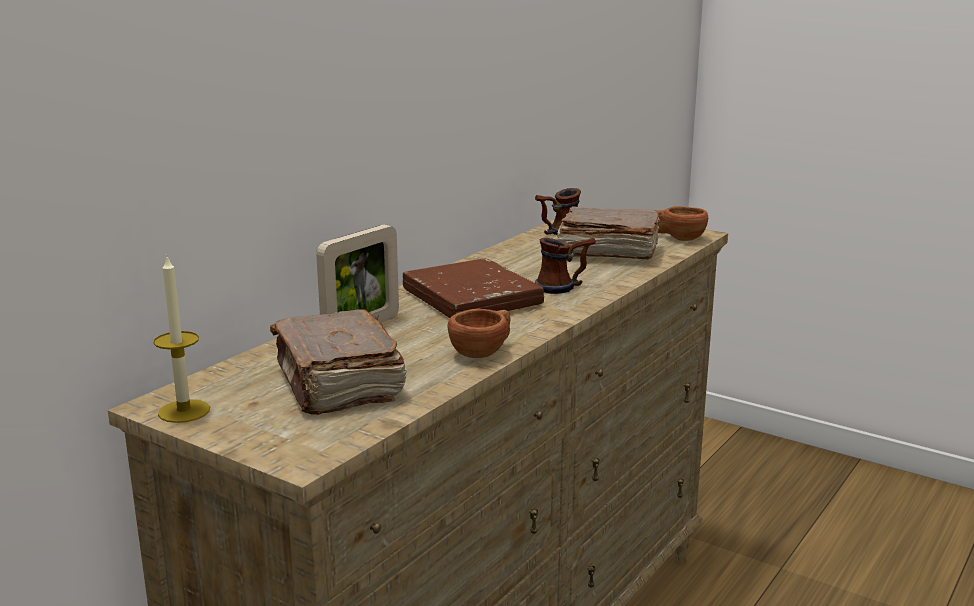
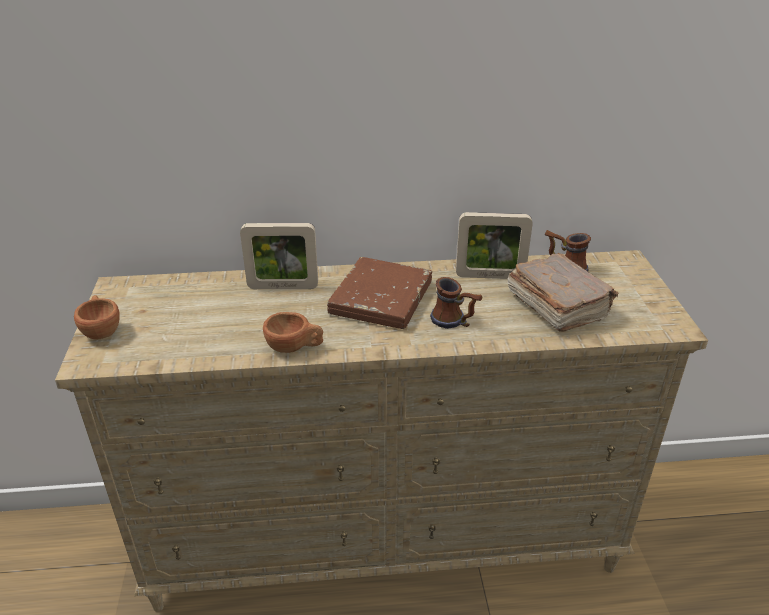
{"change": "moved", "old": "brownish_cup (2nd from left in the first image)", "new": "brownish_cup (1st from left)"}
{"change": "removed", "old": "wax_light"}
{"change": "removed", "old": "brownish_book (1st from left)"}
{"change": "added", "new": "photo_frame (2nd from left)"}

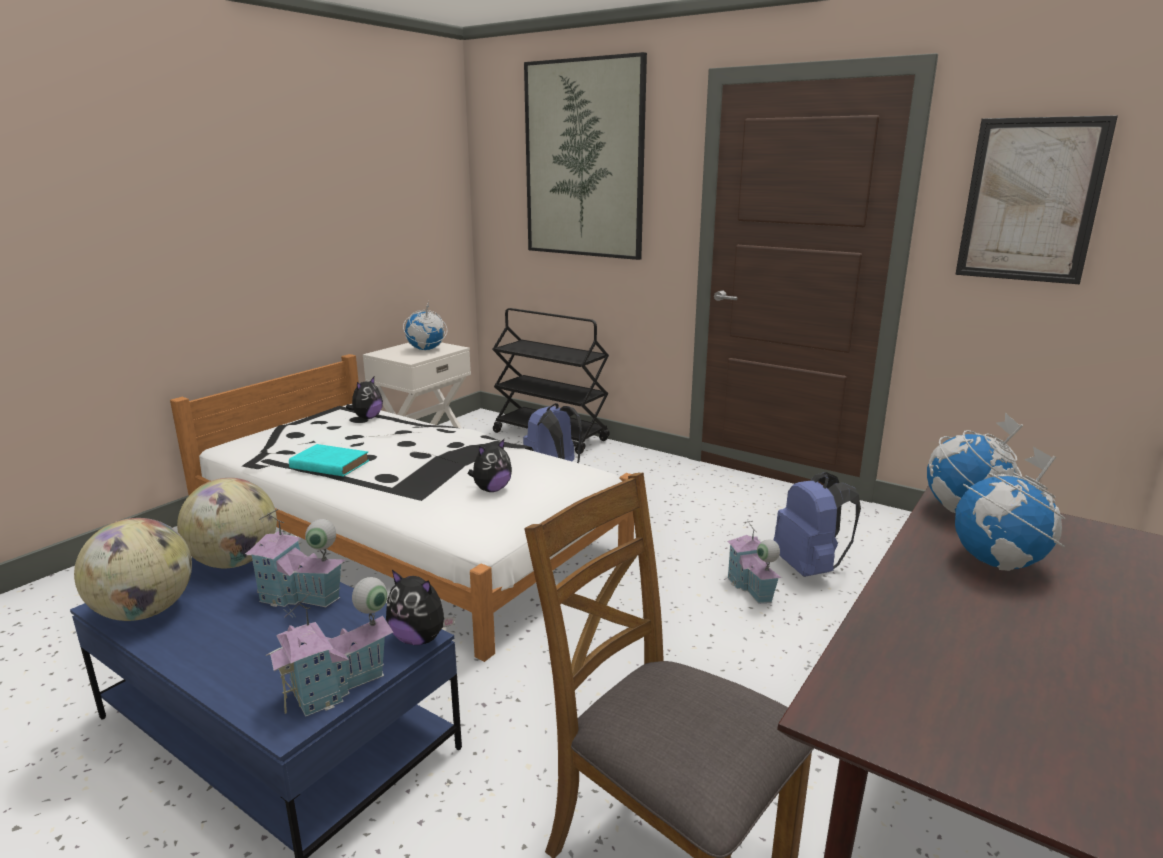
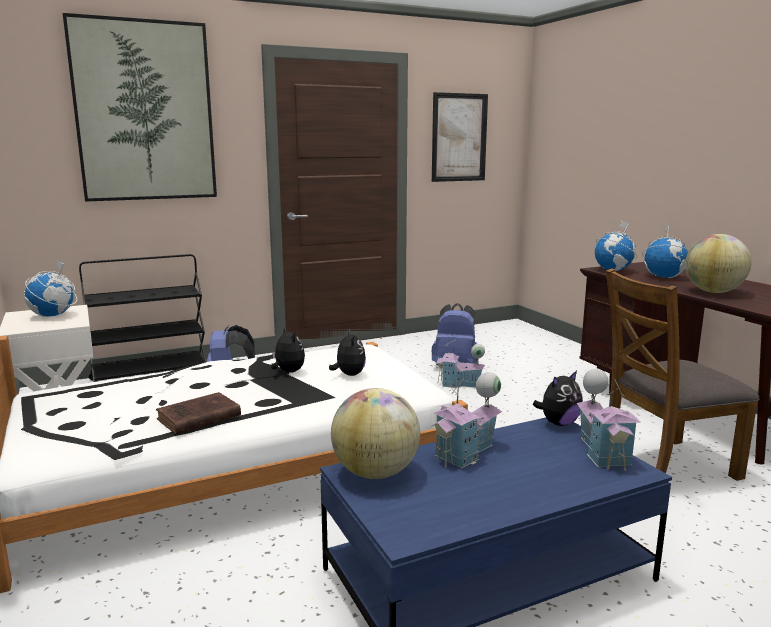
{"change": "moved", "old": "cuddly_toy (1st from left)"}
{"change": "recoloured", "old": "turquoise_book", "new": "brownish_book"}
{"change": "moved", "old": "globe (1st from left in the first image)", "new": "globe (5th from left)"}

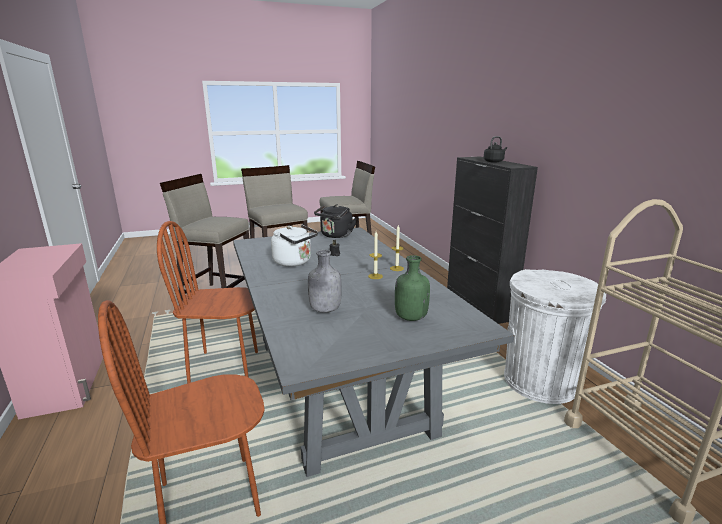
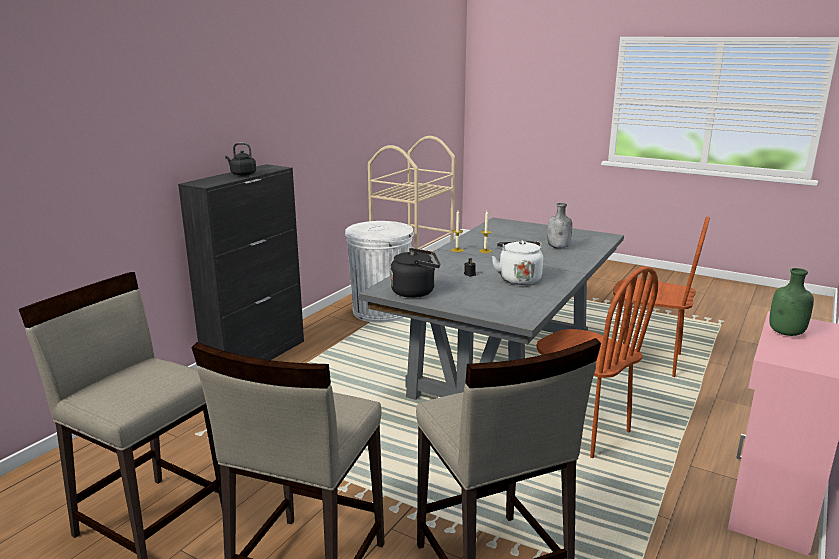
{"change": "moved", "old": "green-coloured_bottle"}

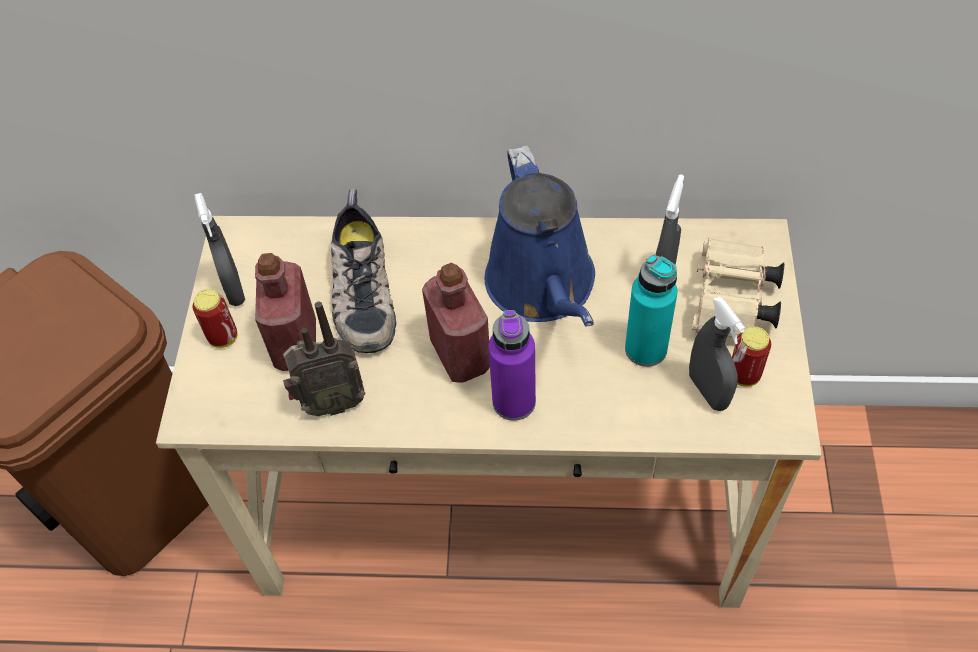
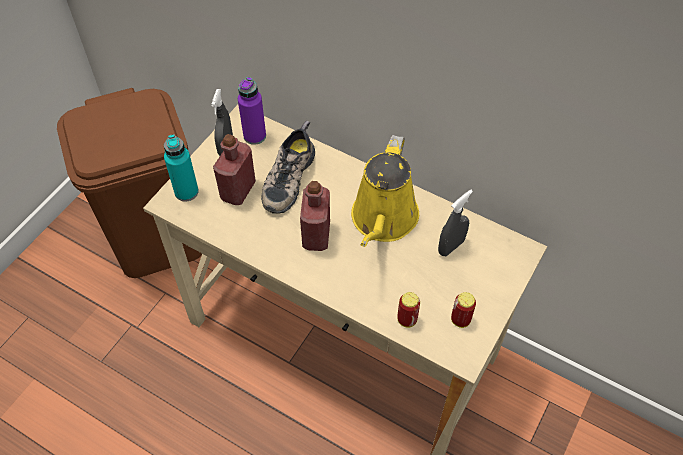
{"change": "recoloured", "old": "bluish_sprinkling_can", "new": "yellow-coloured_sprinkling_can"}
{"change": "removed", "old": "beige_binoculars"}
{"change": "moved", "old": "turquoise_bottle"}
{"change": "moved", "old": "sealed_can (1st from left)"}
{"change": "removed", "old": "gray_sprayer (3rd from left)"}
{"change": "removed", "old": "radio"}
{"change": "moved", "old": "purplish_bottle"}

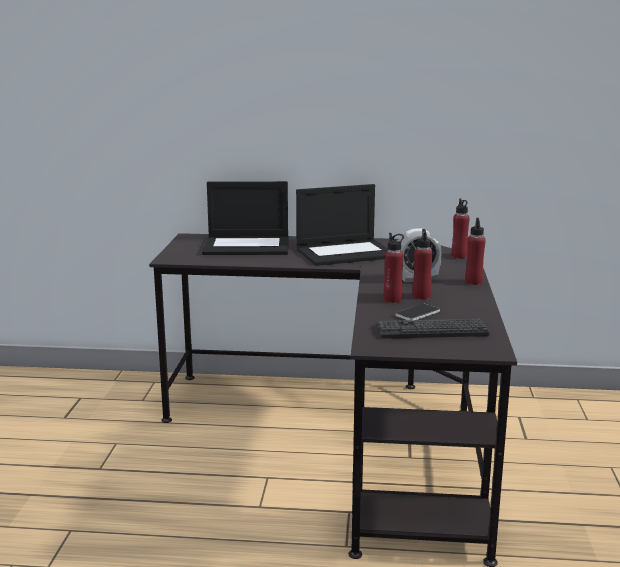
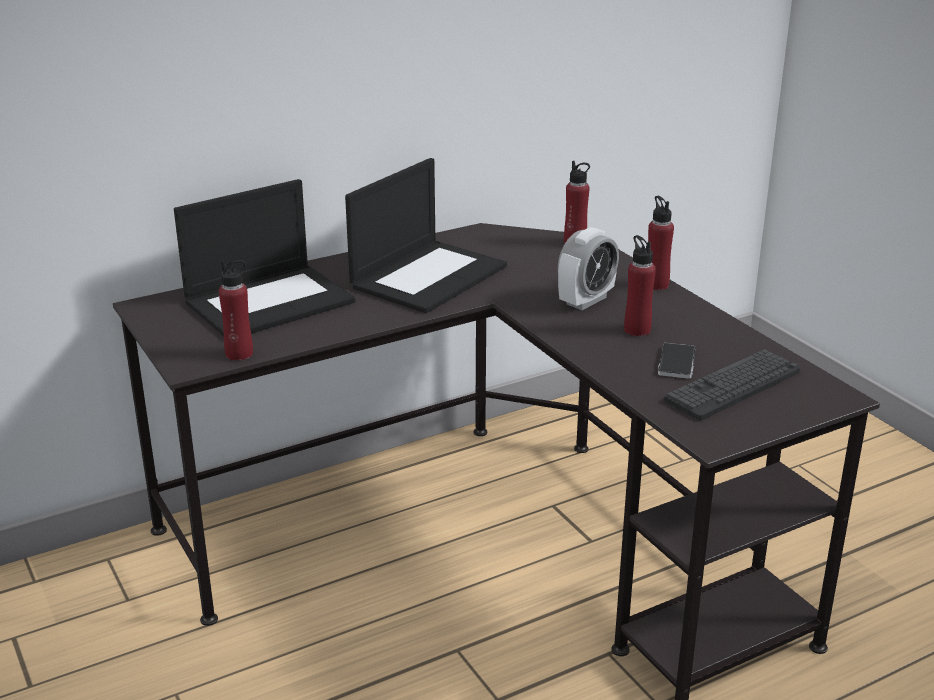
{"change": "moved", "old": "red_bottle (1st from left)"}

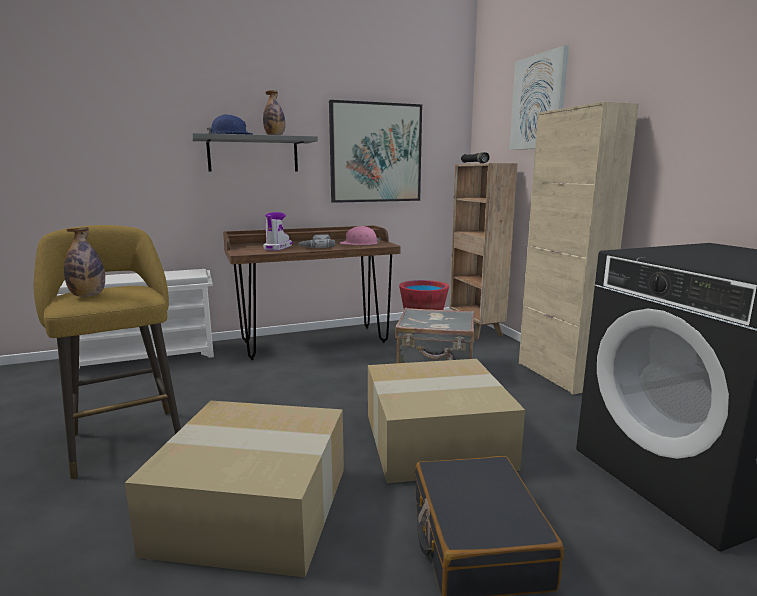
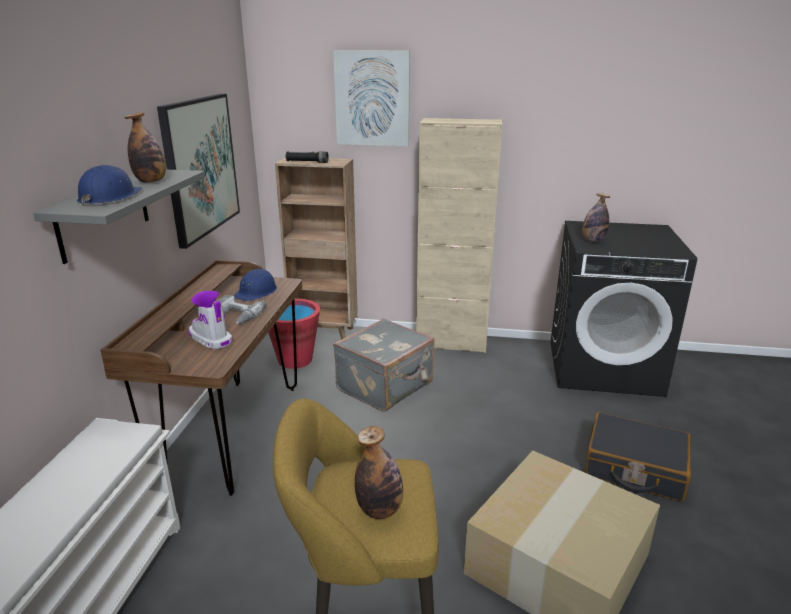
{"change": "recoloured", "old": "pinkish_work_helmet", "new": "bluish_work_helmet (2nd from left)"}
{"change": "removed", "old": "carton (2nd from left)"}
{"change": "added", "new": "bottle (3rd from left)"}

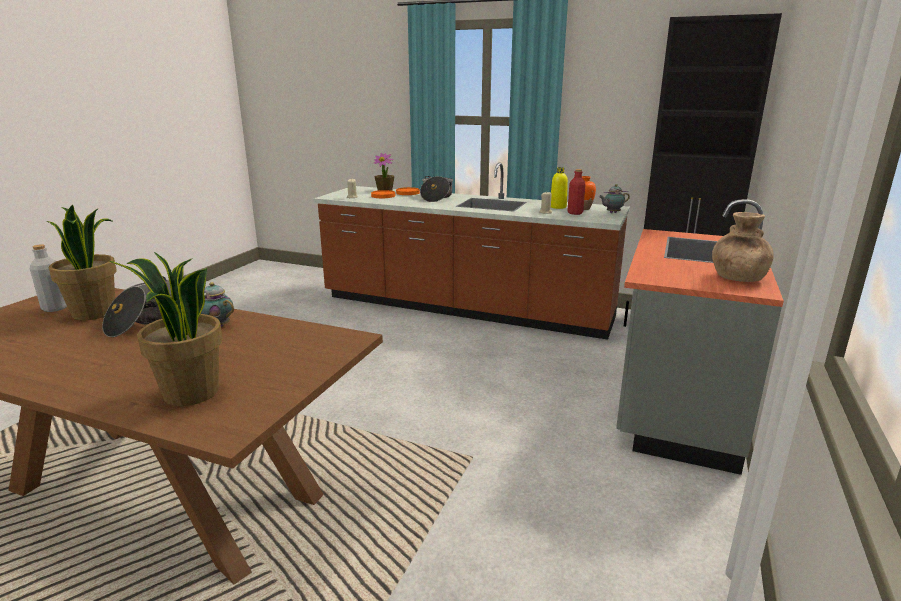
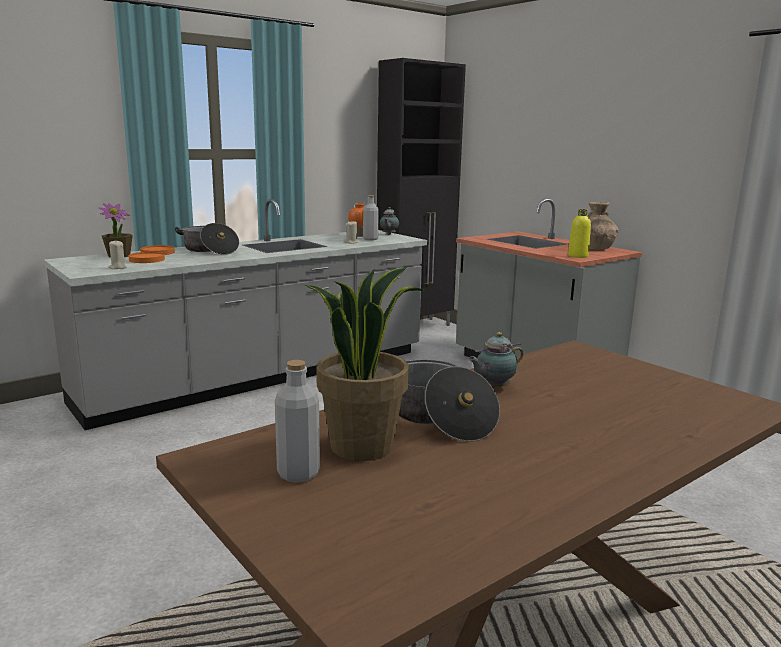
{"change": "recoloured", "old": "brownish_counter", "new": "gray_counter (1st from left)"}
{"change": "moved", "old": "yellow-coloured_bottle"}
{"change": "recoloured", "old": "red_bottle", "new": "gray_bottle (2nd from left)"}
{"change": "removed", "old": "houseplant (2nd from left)"}

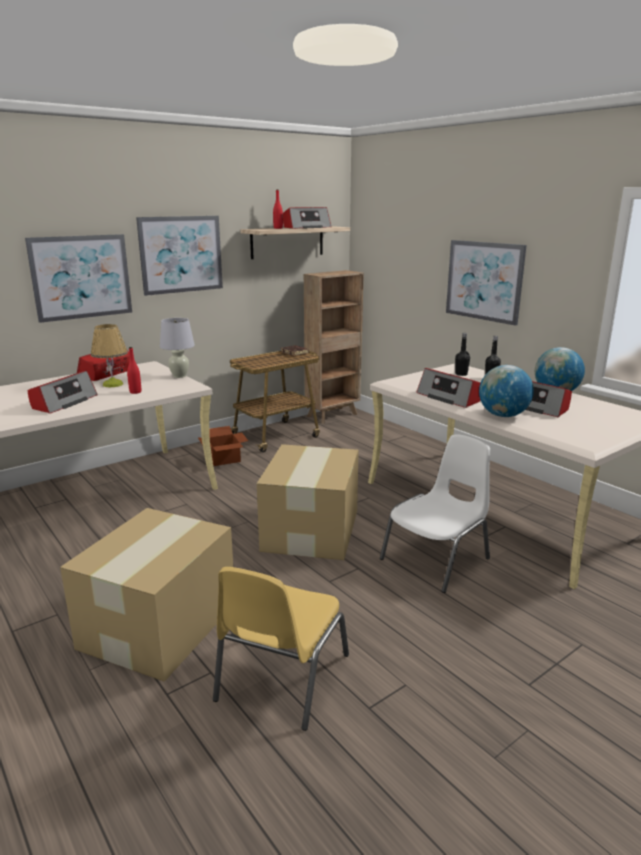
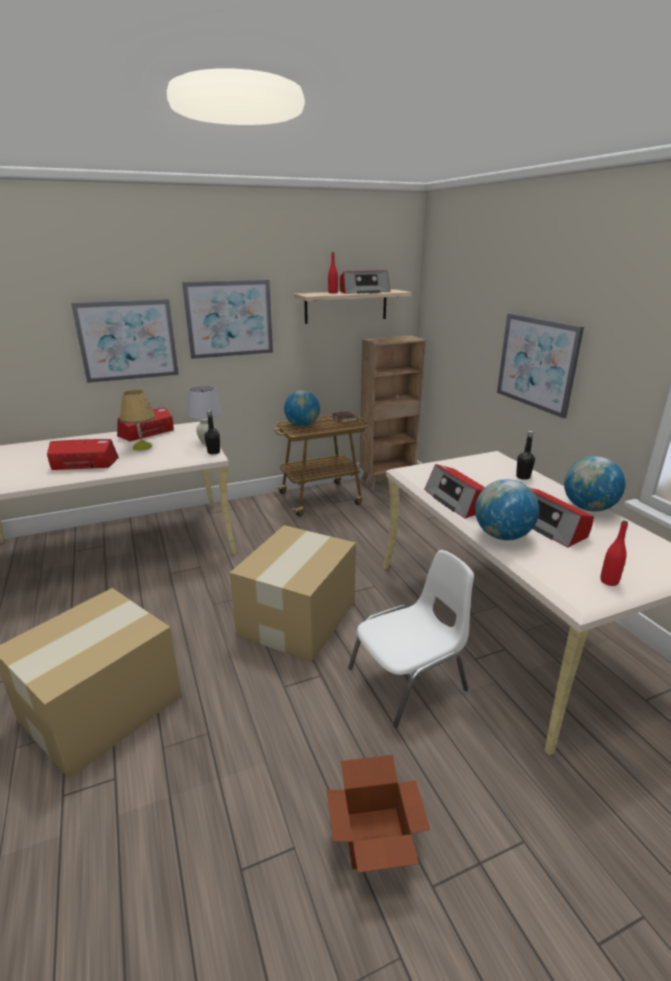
{"change": "moved", "old": "black_bottle (1st from left)"}
{"change": "moved", "old": "red_bottle (1st from left in the first image)", "new": "red_bottle (2nd from left)"}
{"change": "turned", "old": "radio (1st from left)", "degrees": -135}
{"change": "moved", "old": "carton (2nd from left in the first image)", "new": "carton (3rd from left)"}
{"change": "removed", "old": "yellow-coloured_plain_chair"}
{"change": "added", "new": "globe (1st from left)"}

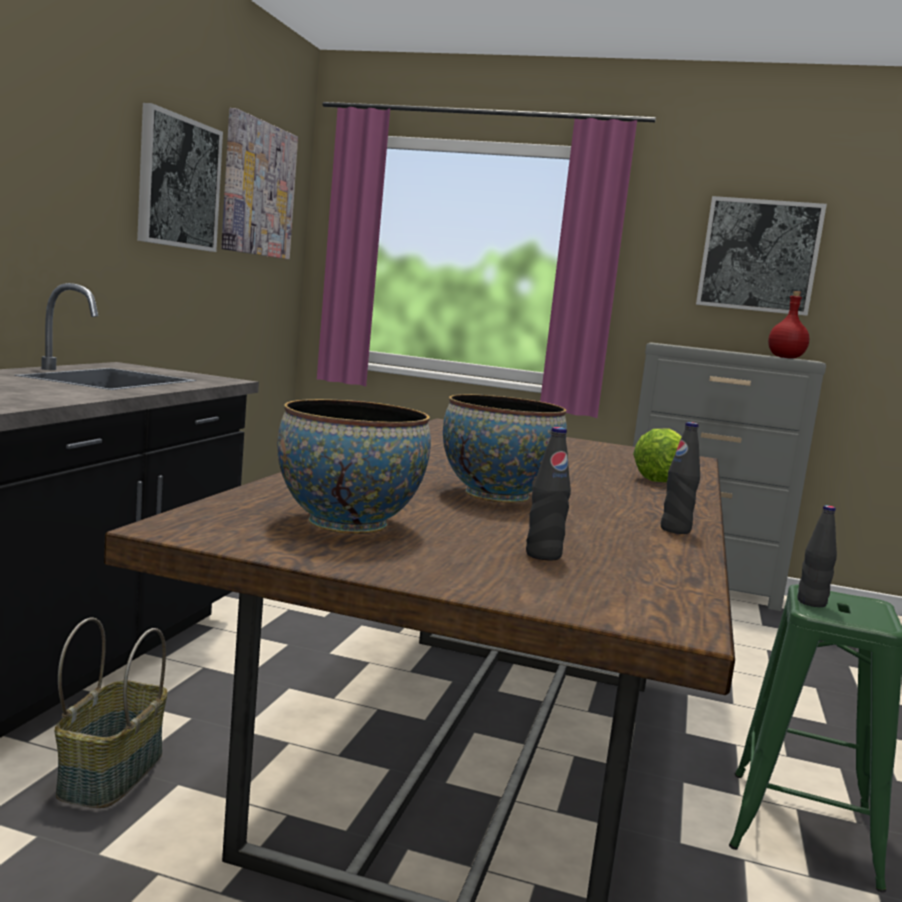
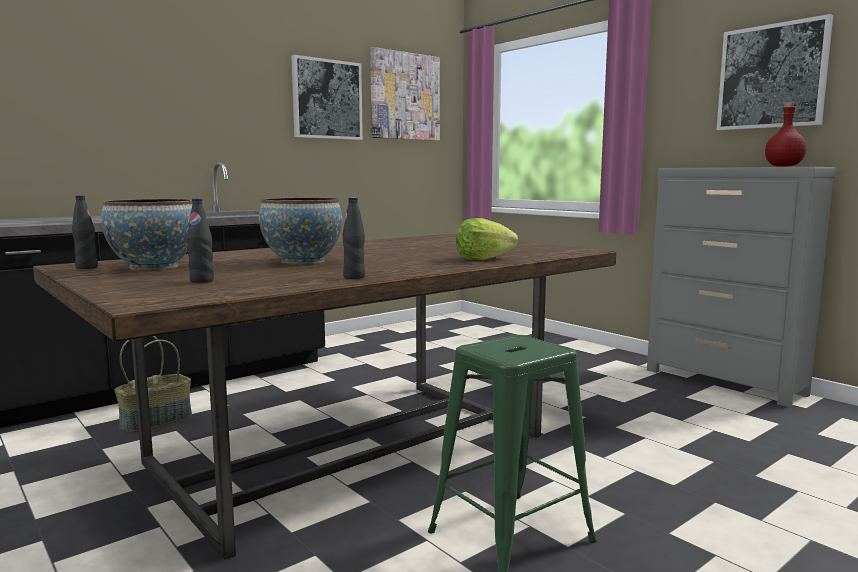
{"change": "moved", "old": "black_bottle (3rd from left in the first image)", "new": "black_bottle (1st from left)"}

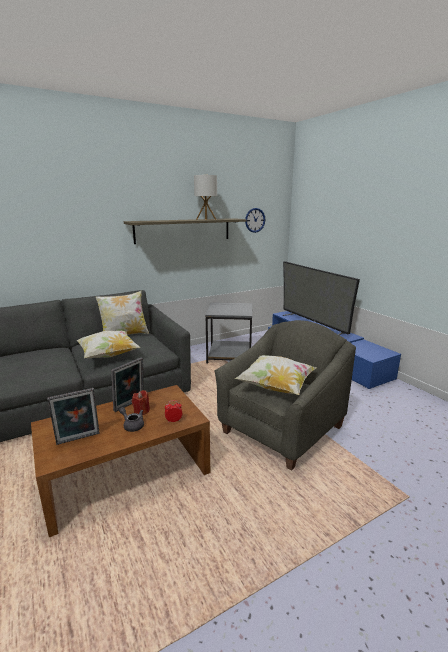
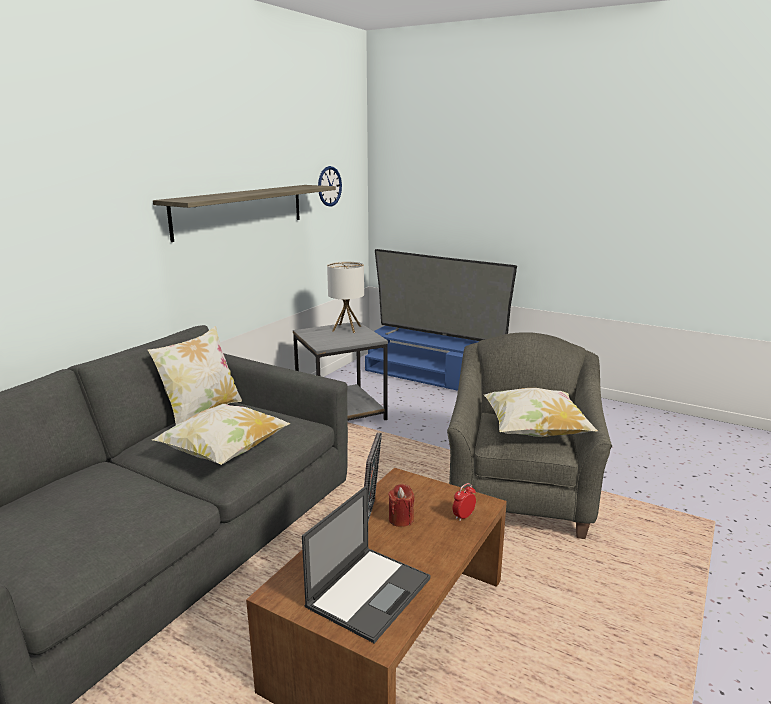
{"change": "moved", "old": "tabletop_lamp"}
{"change": "replaced", "old": "photo_frame (1st from left)", "new": "notebook_computer"}
{"change": "removed", "old": "gray_tea_pot"}

